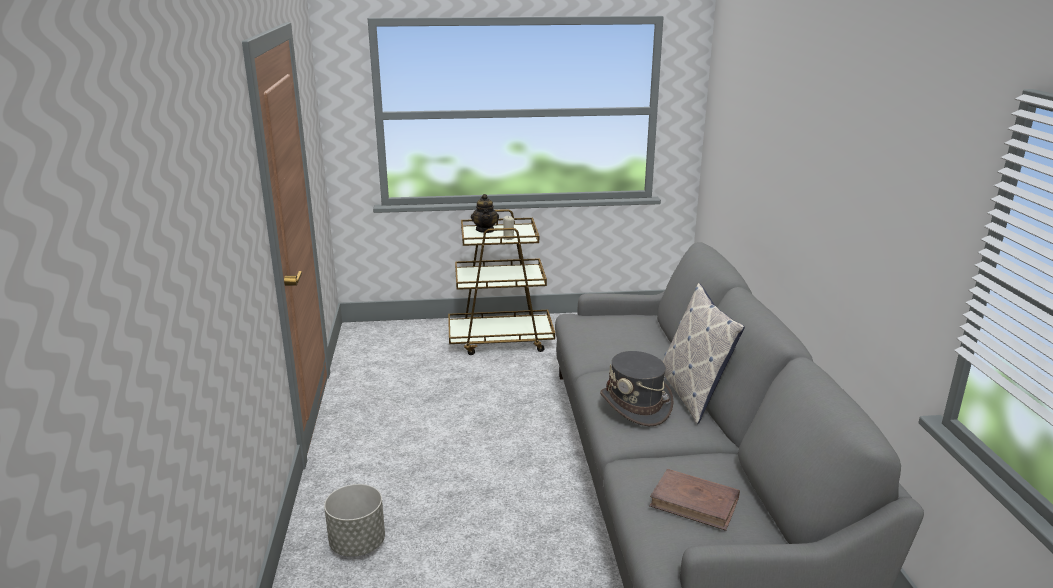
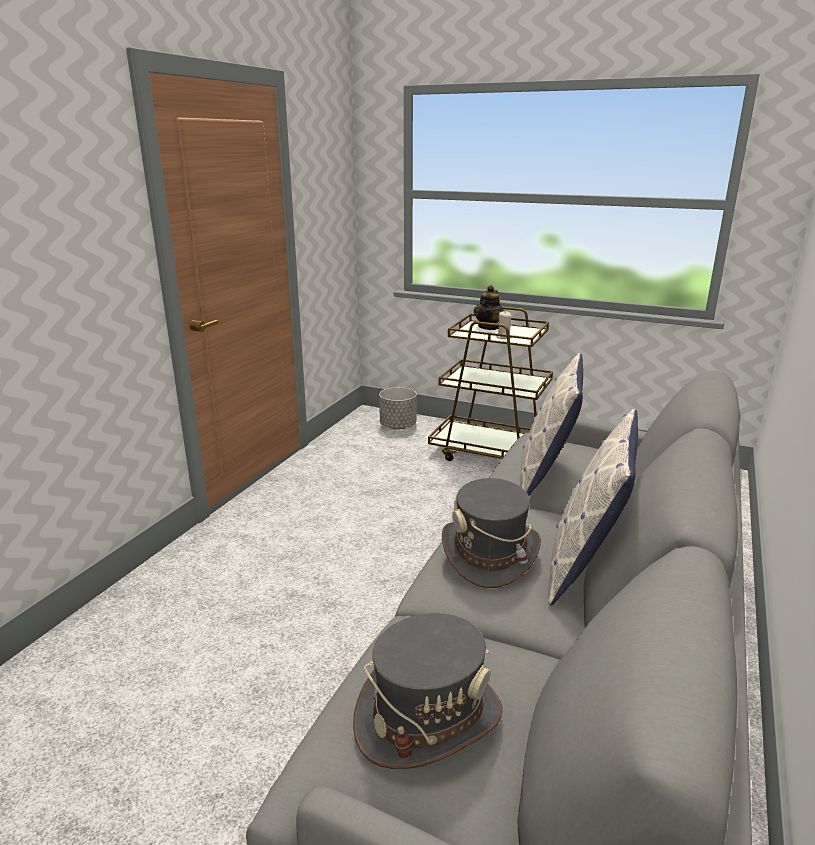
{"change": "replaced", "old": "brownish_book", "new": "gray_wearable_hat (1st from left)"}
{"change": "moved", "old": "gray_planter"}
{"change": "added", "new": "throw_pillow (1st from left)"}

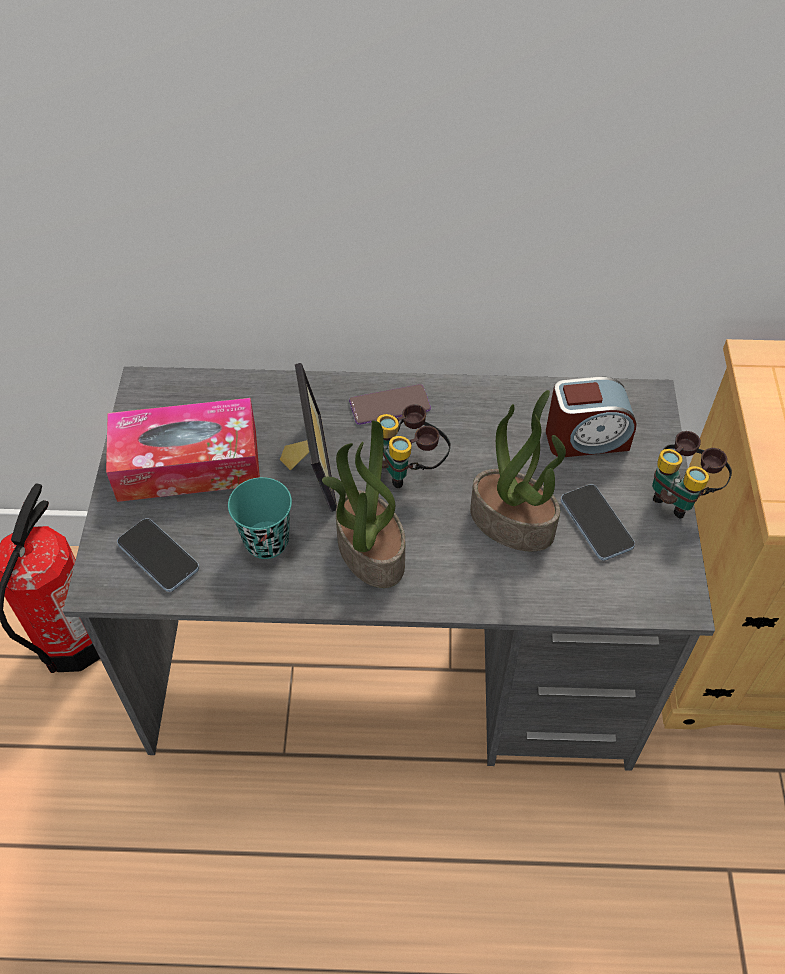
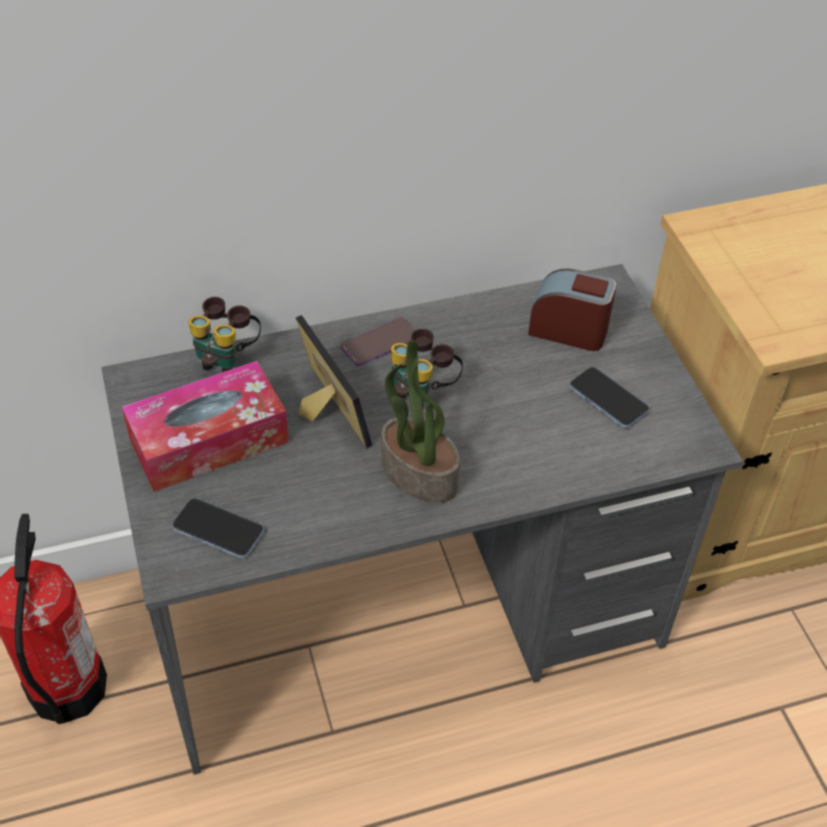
{"change": "turned", "old": "table_clock", "degrees": -135}
{"change": "removed", "old": "houseplant (2nd from left)"}
{"change": "moved", "old": "binoculars (2nd from left in the first image)", "new": "binoculars (1st from left)"}
{"change": "removed", "old": "turquoise_cup"}

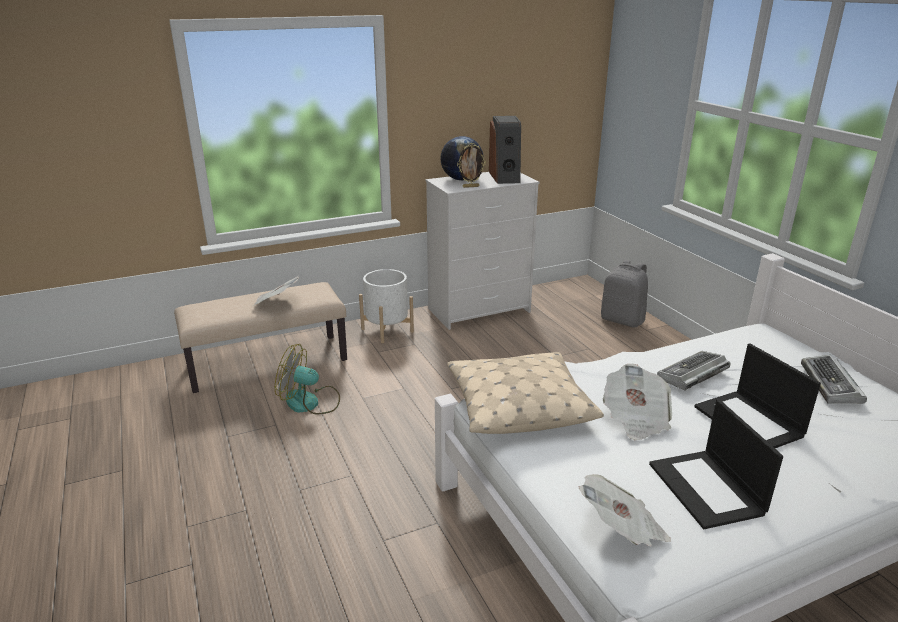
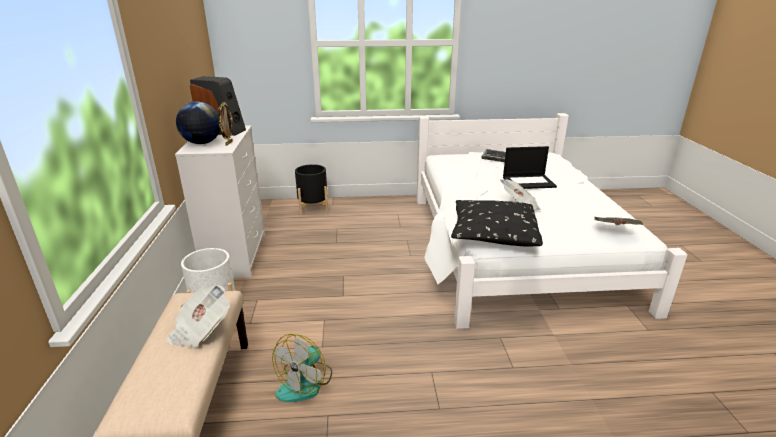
{"change": "replaced", "old": "gray_knapsack", "new": "black_planter"}
{"change": "removed", "old": "keyboard (1st from left)"}
{"change": "recoloured", "old": "beige_throw_pillow", "new": "black_throw_pillow"}
{"change": "removed", "old": "notebook_computer (1st from left)"}

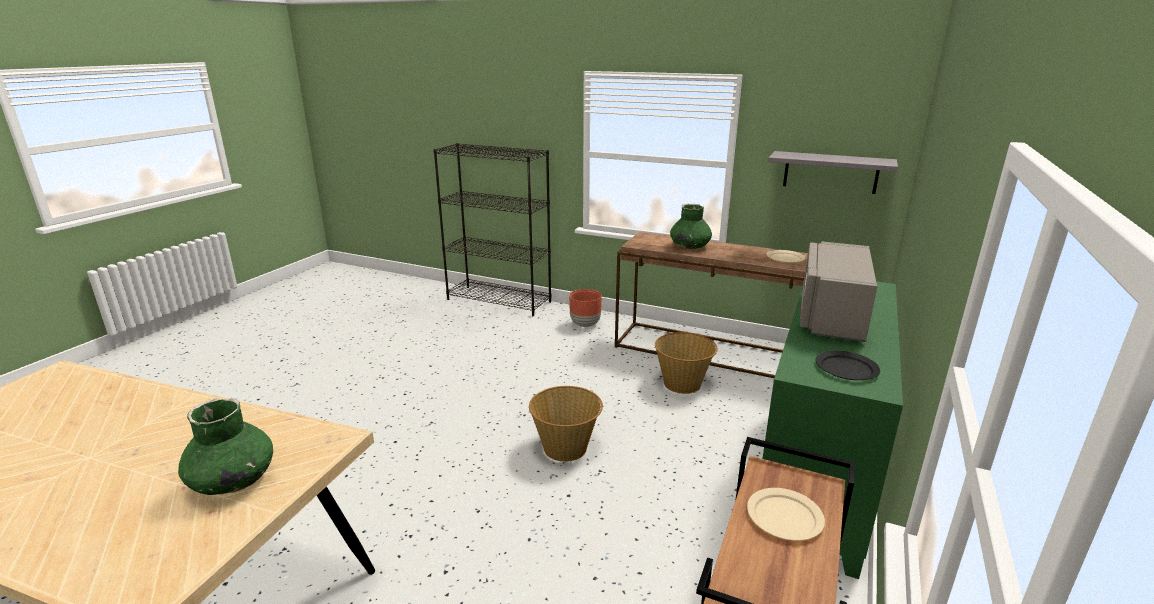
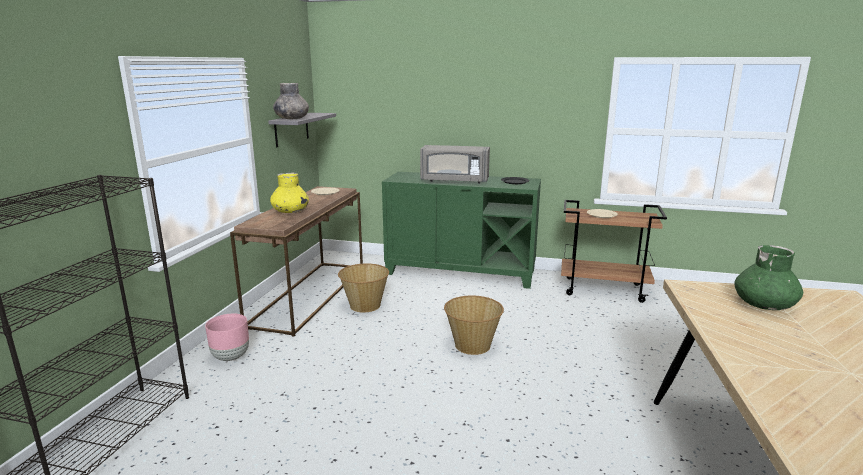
{"change": "recoloured", "old": "green-coloured_flower_vase (2nd from left)", "new": "yellow-coloured_flower_vase"}
{"change": "recoloured", "old": "brownish_planter", "new": "pinkish_planter"}
{"change": "added", "new": "gray_flower_vase"}

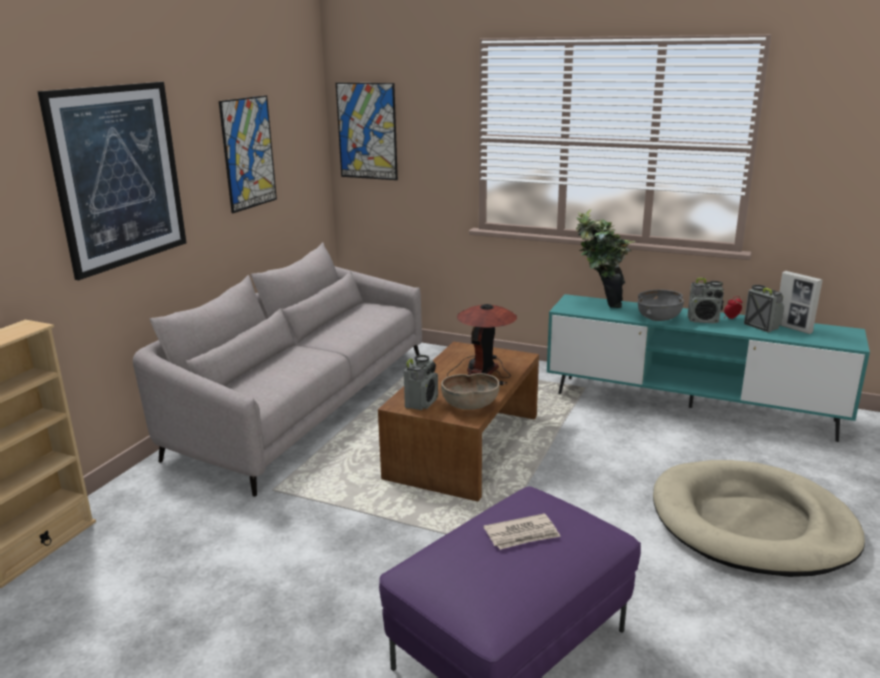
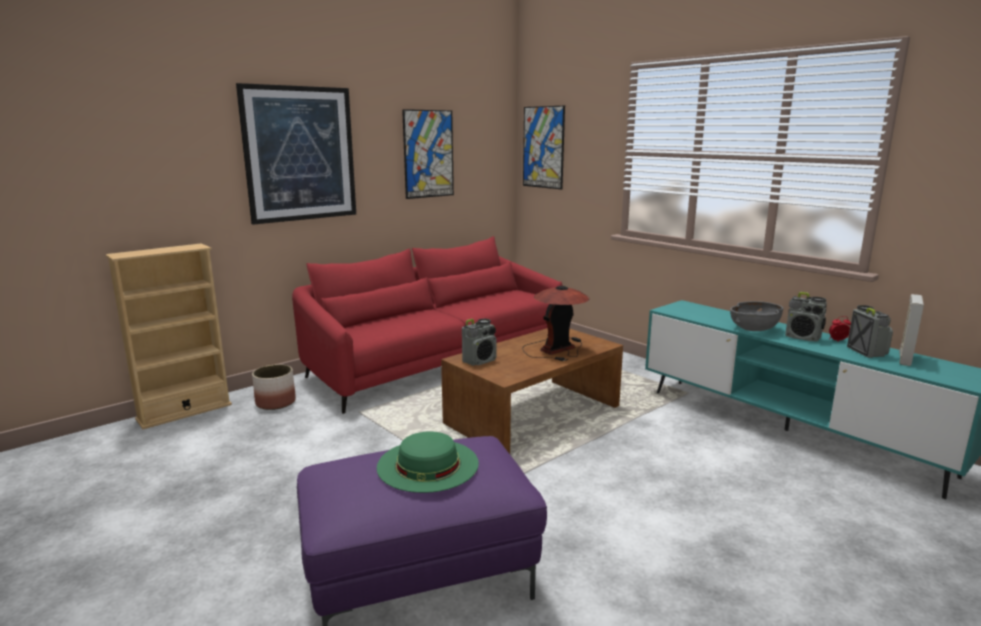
{"change": "removed", "old": "houseplant"}
{"change": "recoloured", "old": "gray_sofa", "new": "red_sofa"}
{"change": "turned", "old": "photo_frame", "degrees": -135}
{"change": "removed", "old": "brownish_deep_dish"}
{"change": "removed", "old": "beige_pet_bed"}
{"change": "replaced", "old": "printed_paper", "new": "green-coloured_wearable_hat"}
{"change": "added", "new": "planter"}

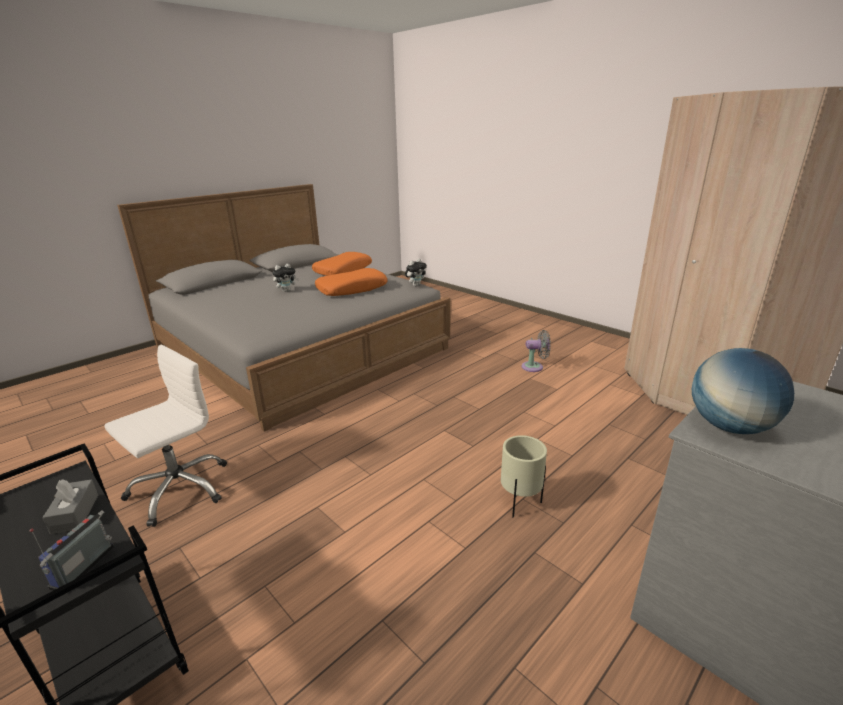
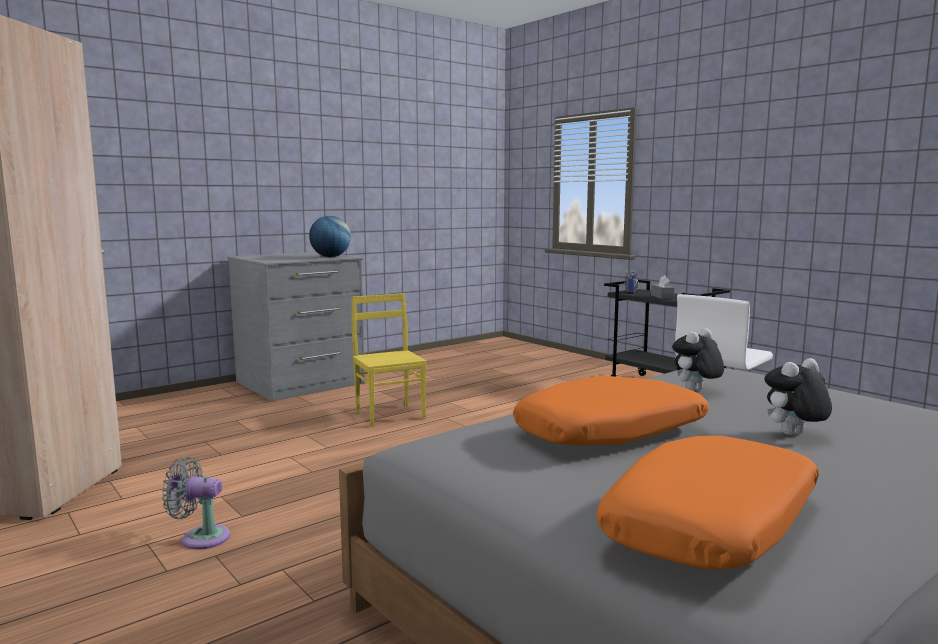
{"change": "moved", "old": "cuddly_toy (2nd from left in the first image)", "new": "cuddly_toy (1st from left)"}
{"change": "replaced", "old": "beige_planter", "new": "yellow-coloured_plain_chair"}

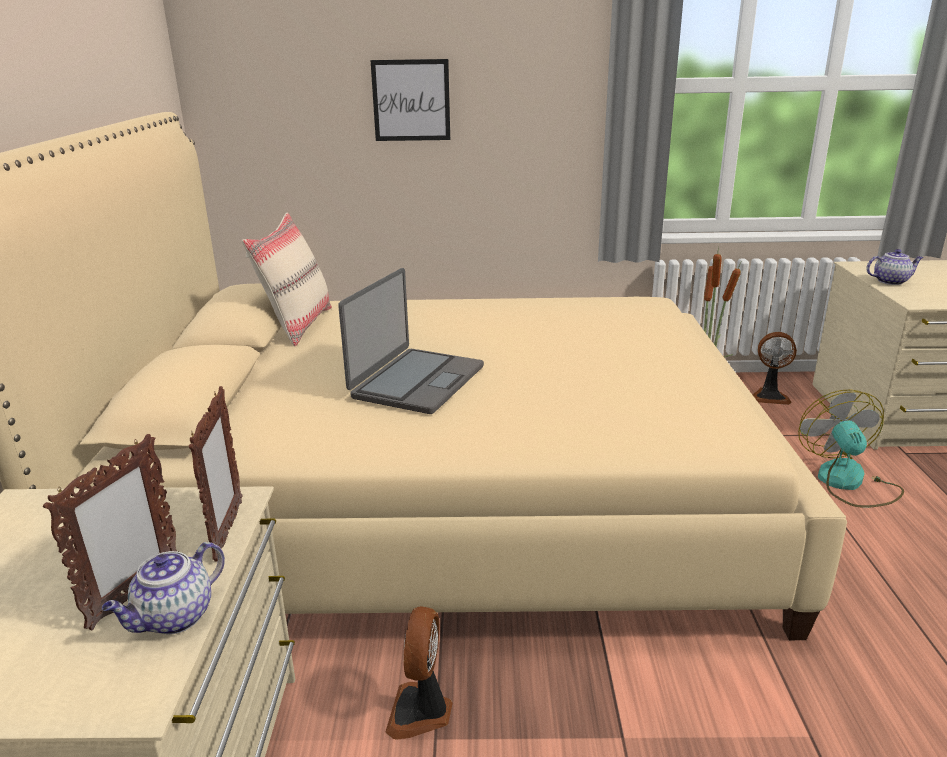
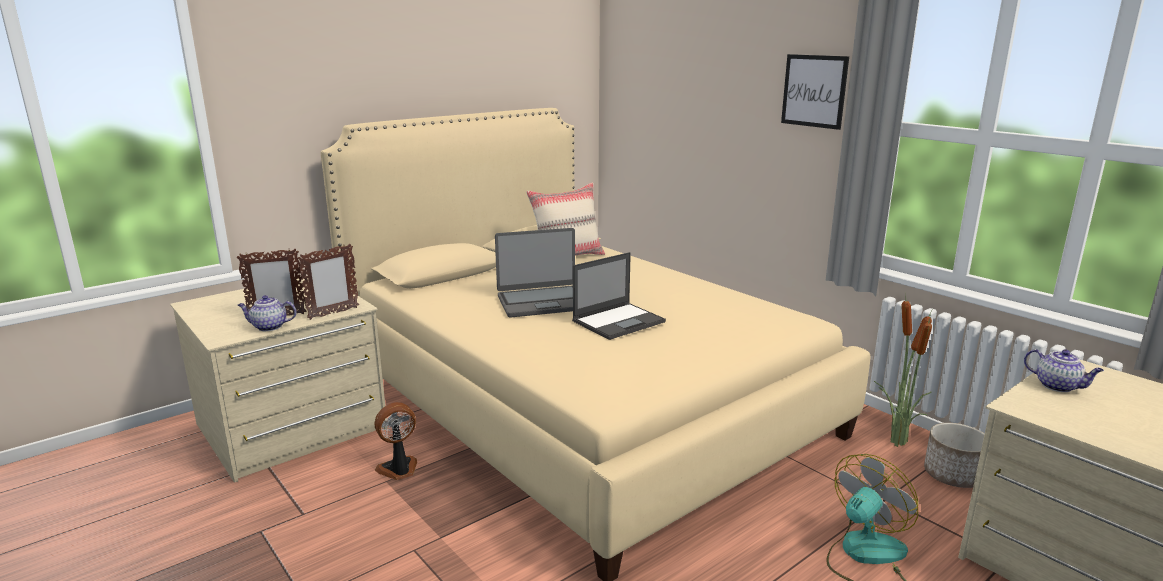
{"change": "moved", "old": "picture"}
{"change": "replaced", "old": "electric_fan (2nd from left)", "new": "planter"}
{"change": "added", "new": "notebook_computer (2nd from left)"}

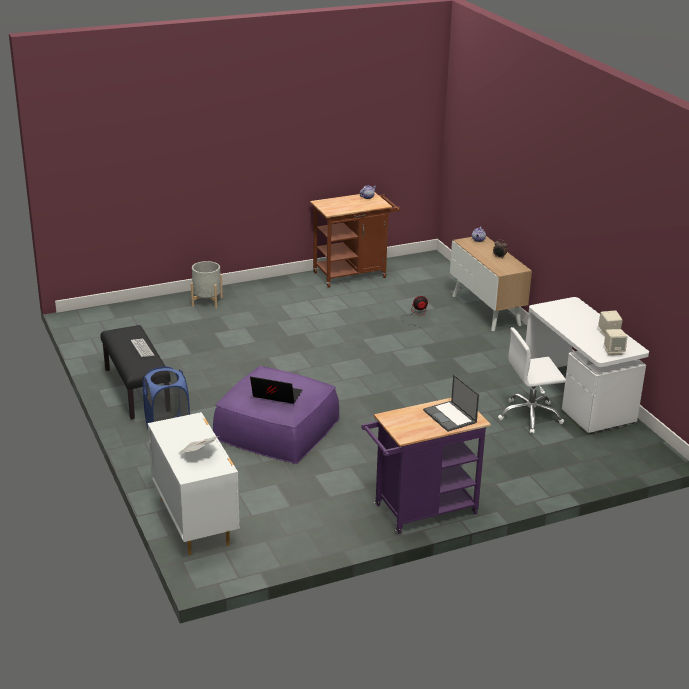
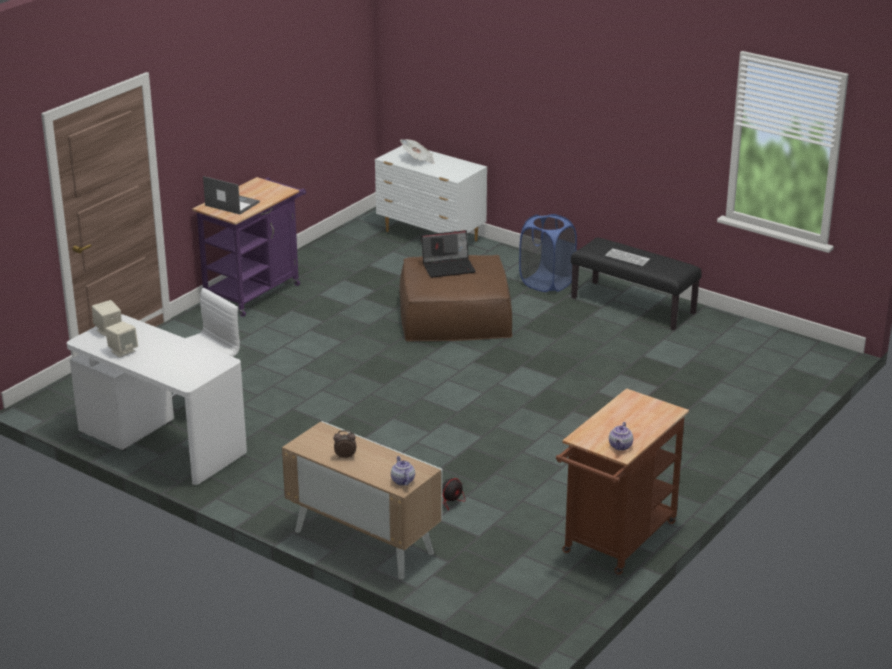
{"change": "removed", "old": "gray_planter"}
{"change": "recoloured", "old": "purplish_ottoman", "new": "brownish_ottoman"}

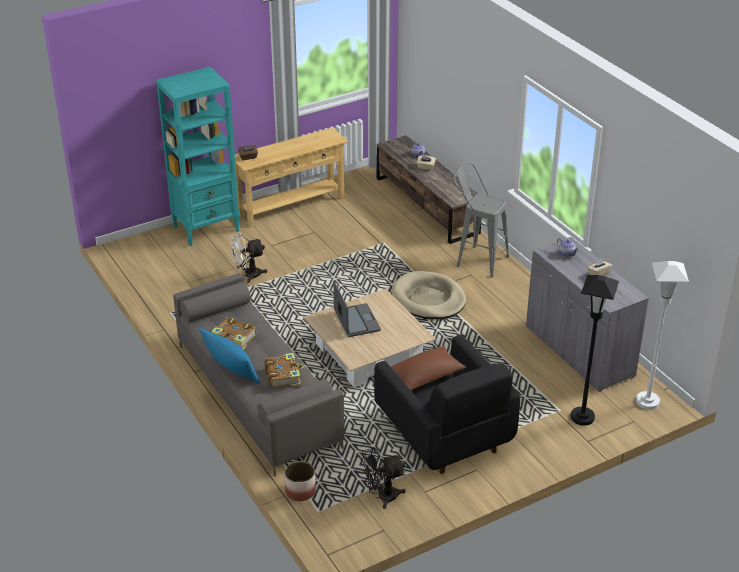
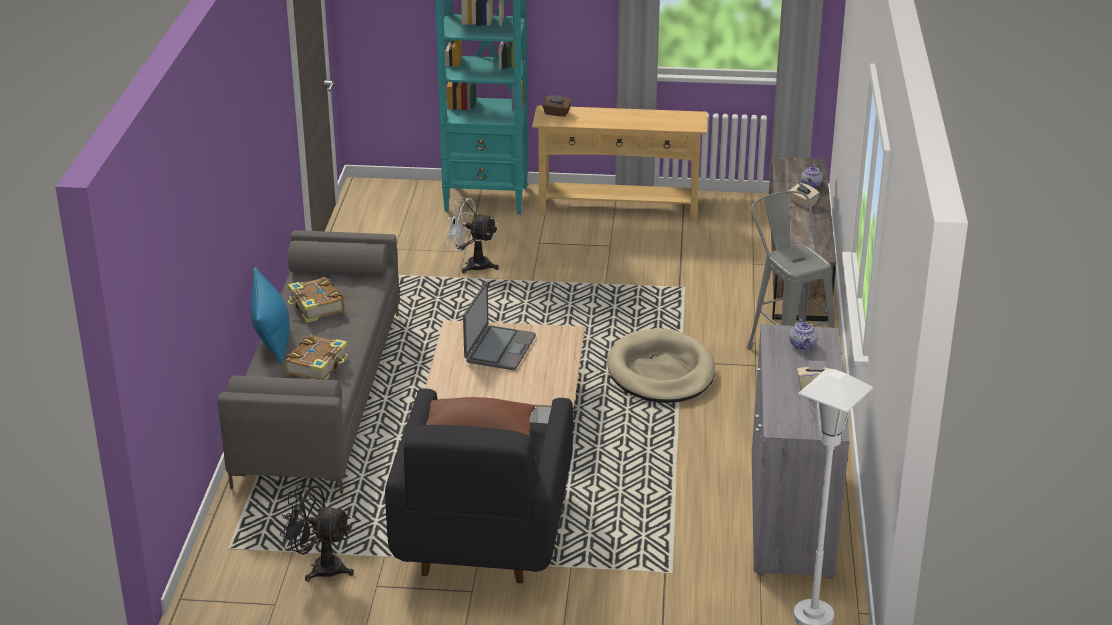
{"change": "removed", "old": "black_standard_lamp"}
{"change": "removed", "old": "planter"}

